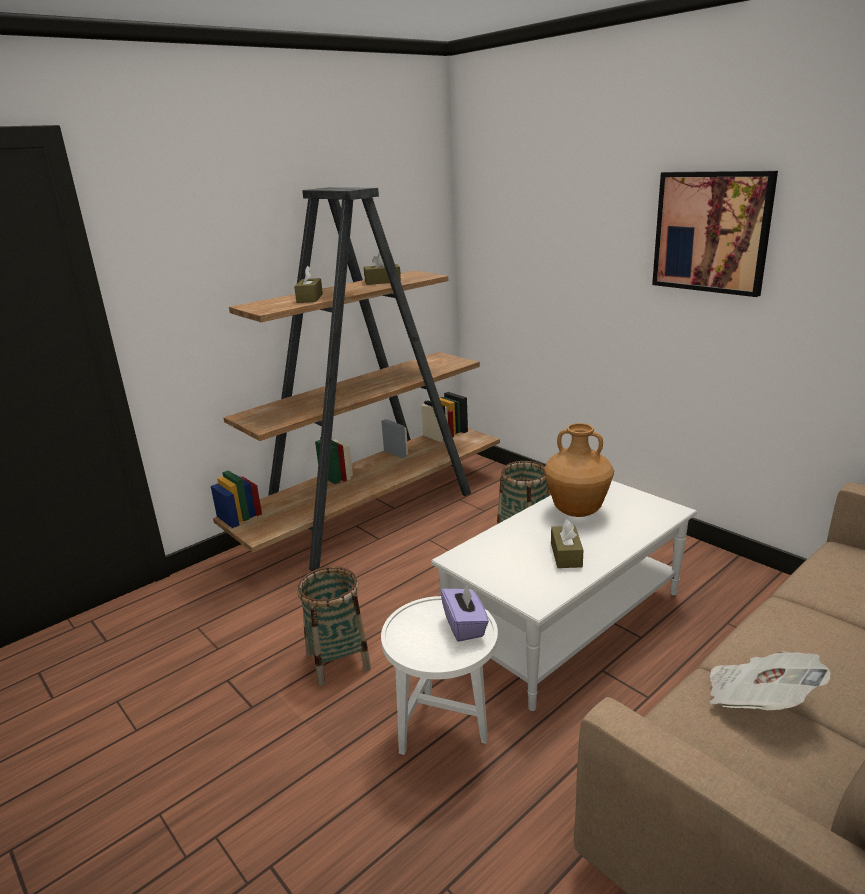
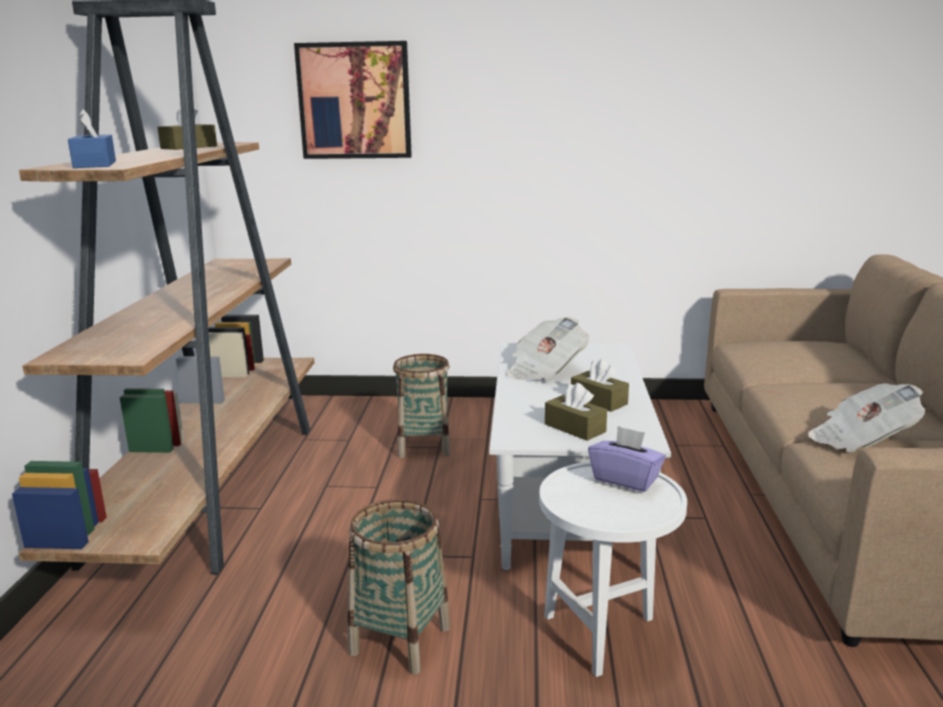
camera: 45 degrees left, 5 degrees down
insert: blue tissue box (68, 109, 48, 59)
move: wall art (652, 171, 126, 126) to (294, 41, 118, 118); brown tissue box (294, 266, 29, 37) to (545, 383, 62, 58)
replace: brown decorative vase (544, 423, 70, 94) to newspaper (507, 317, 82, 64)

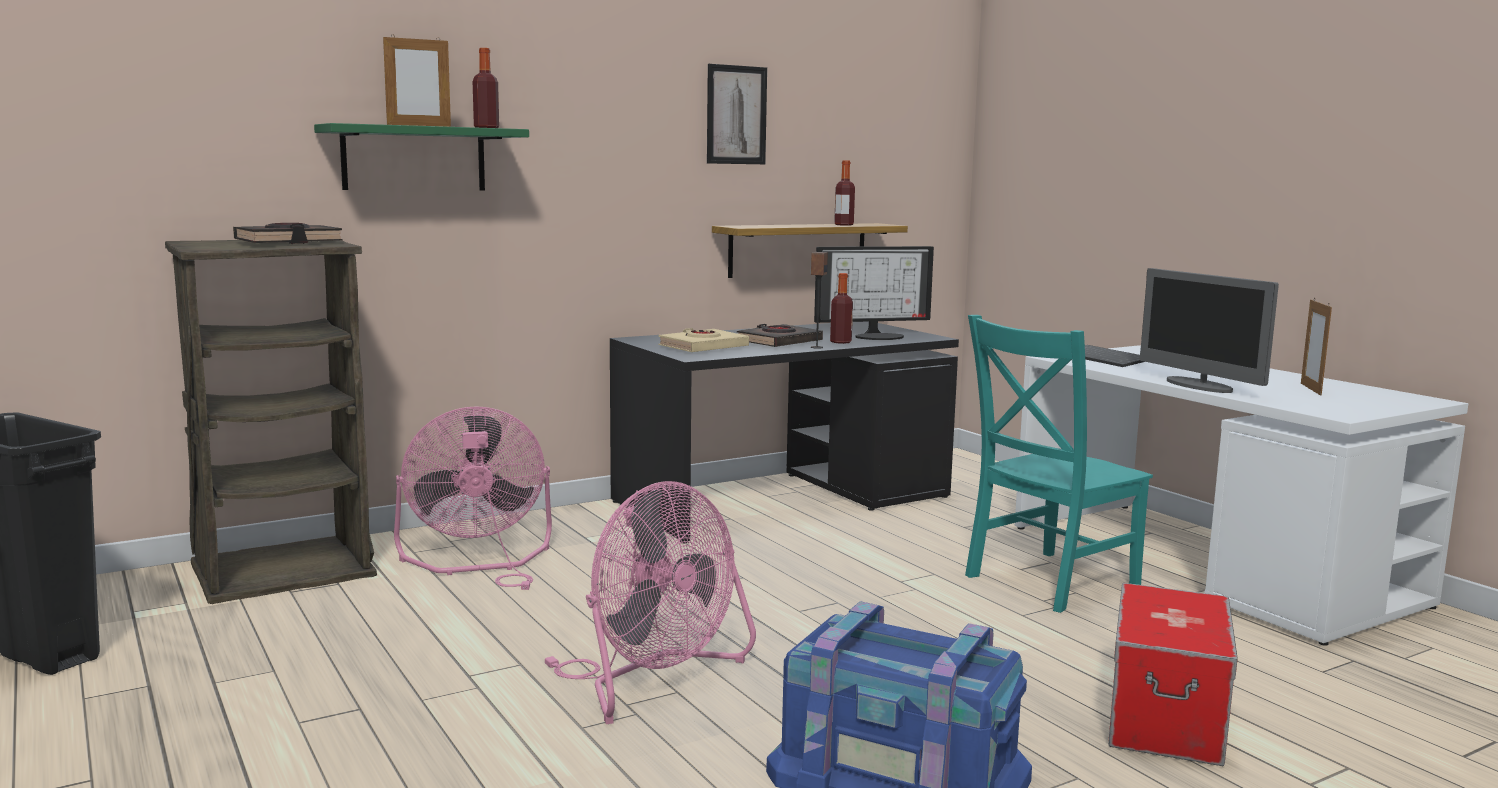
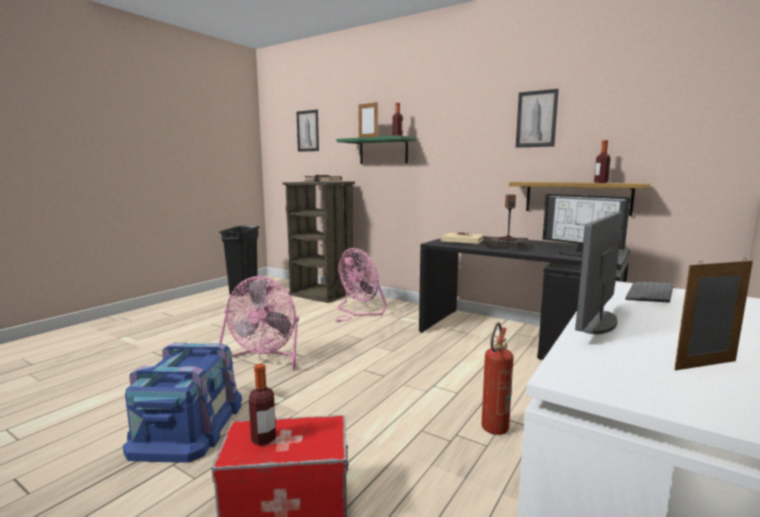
camera: 65 degrees right, 0 degrees up
insert: wall art (297, 110, 22, 42)
move: bottle (830, 273, 23, 71) to (249, 364, 27, 81)
replace: turquoise-coloured chair (965, 315, 188, 298) to extinguisher (481, 322, 33, 113)

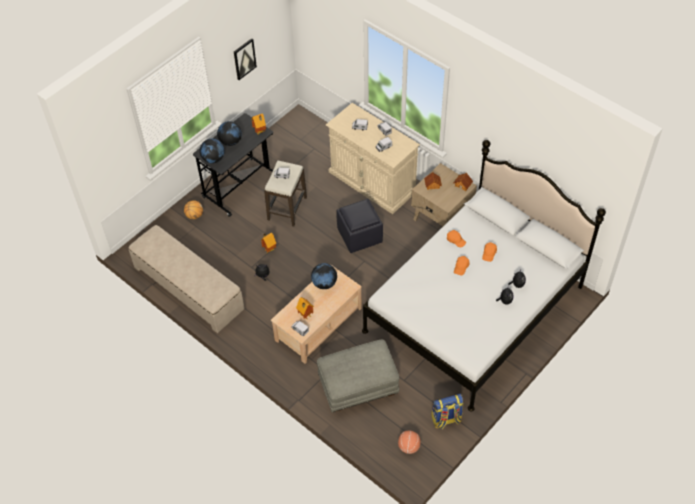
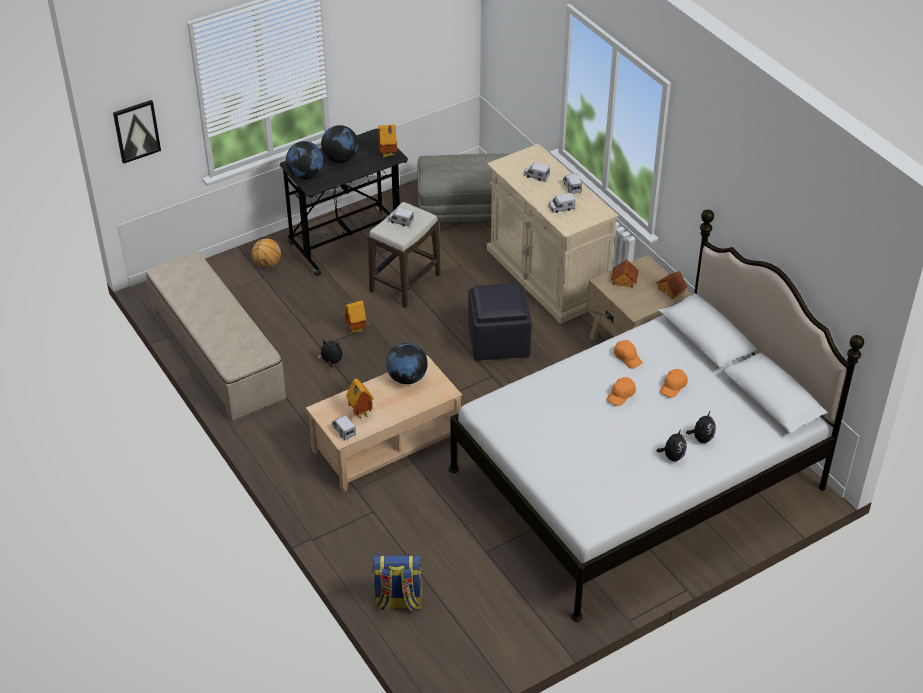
camera: 15 degrees right, 10 degrees down
delete: basketball ball (398, 431, 23, 23)
move: wall art (234, 38, 23, 42) to (113, 100, 48, 64); knapsack (431, 394, 33, 35) to (372, 555, 50, 57); greyish pouffe (317, 340, 82, 72) to (417, 154, 92, 69)

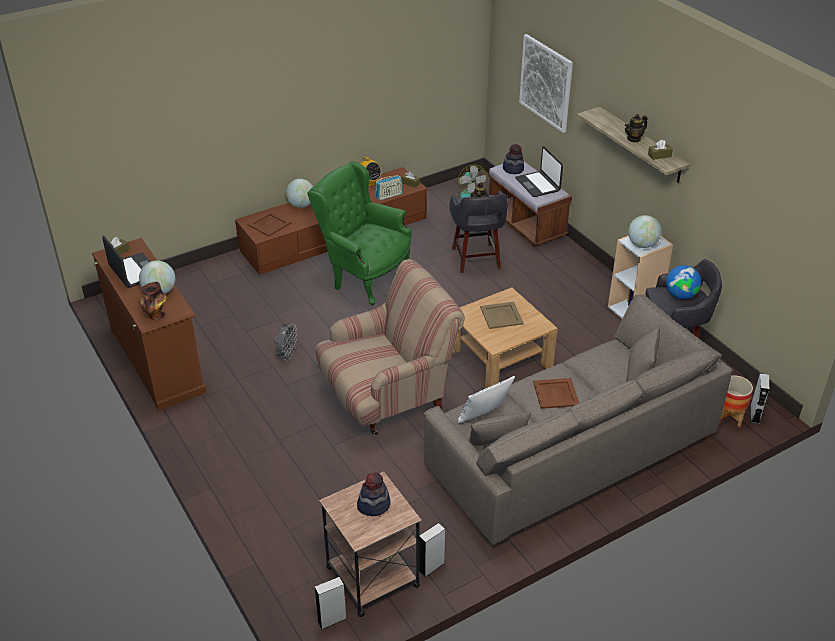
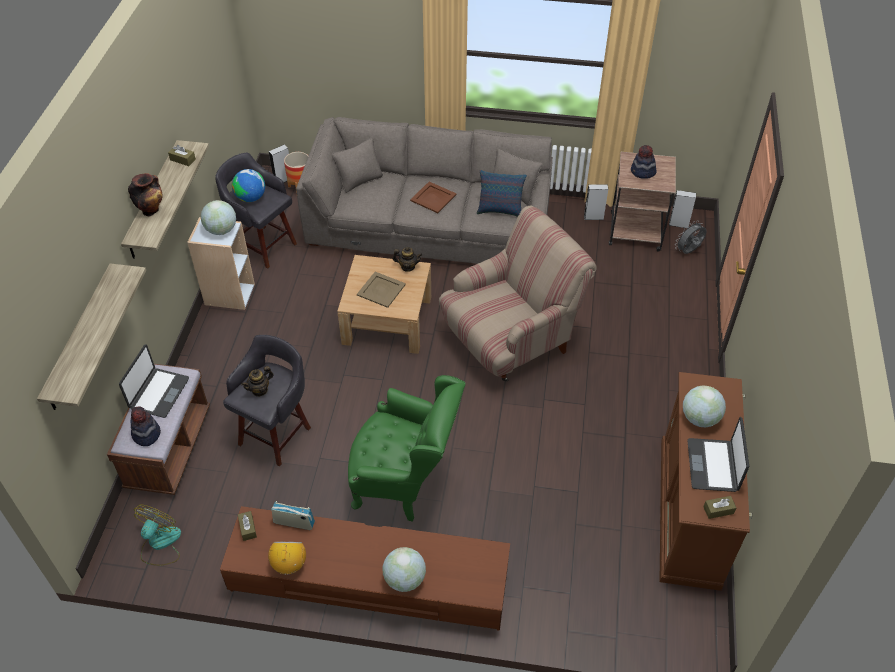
camera: 140 degrees left, 10 degrees up
delete: brown serving tray (248, 211, 43, 26)
move: decorative vase (140, 282, 27, 38) to (128, 173, 34, 43); teapot (625, 114, 23, 28) to (392, 247, 30, 25); greyish cooling fan (274, 323, 23, 38) to (675, 220, 32, 34)
replace: wall art (519, 34, 54, 99) to wall shelf (37, 263, 109, 147)
recolor: white cushion (457, 376, 58, 47) to blue cushion (477, 170, 50, 47)
rotate: green-coloured armchair (307, 162, 105, 144) = (348, 375, 118, 147) 60 degrees counterclockwise; beige armchair (315, 259, 150, 176) = (439, 205, 158, 177) 135 degrees clockwise

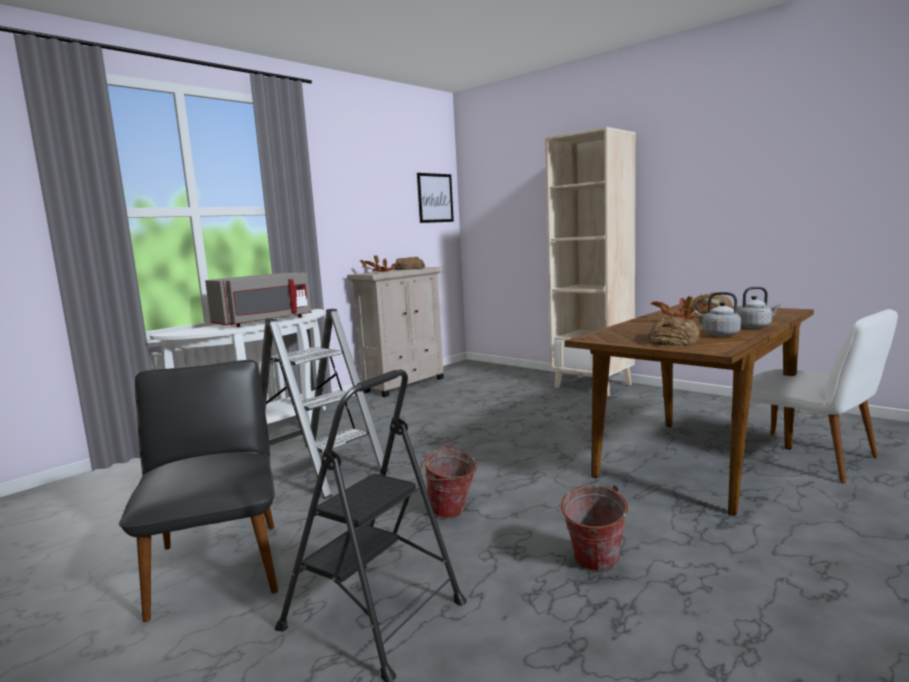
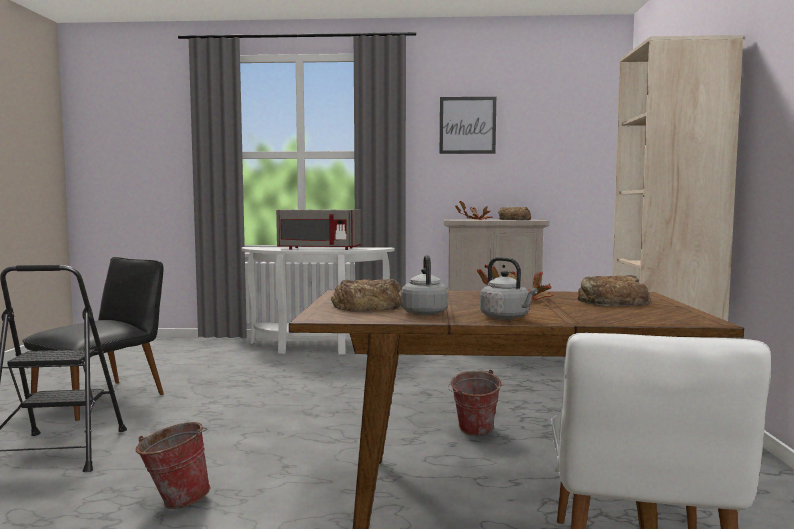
camera: 50 degrees right, 5 degrees down
delete: greyish step stool (260, 309, 129, 190)
move: wall art (417, 173, 37, 50) to (440, 97, 56, 57); bucket (420, 445, 57, 73) to (448, 370, 53, 66)

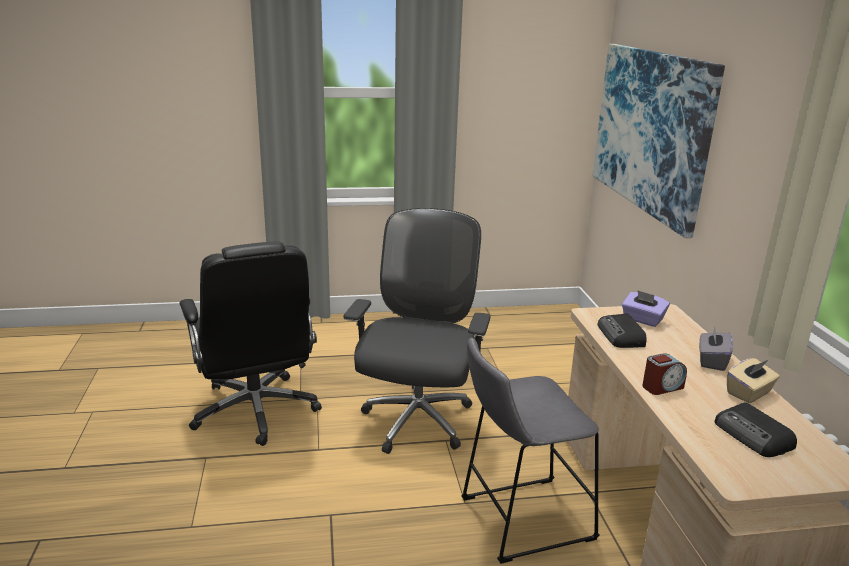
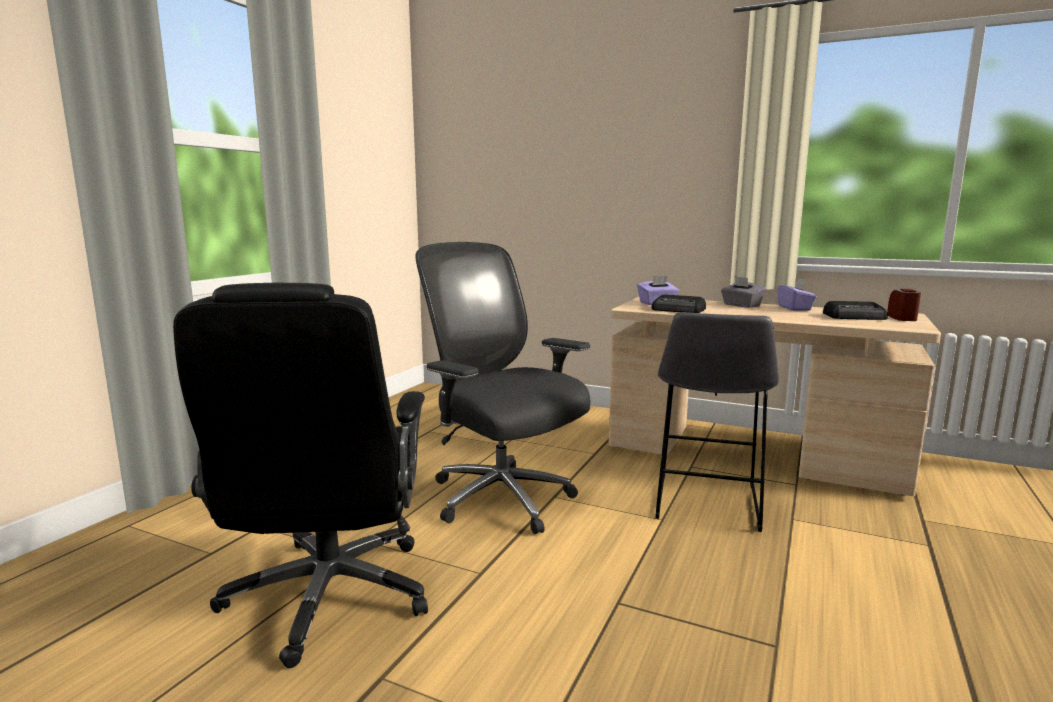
camera: 55 degrees left, 10 degrees down
delete: wall art (592, 44, 133, 194)
move: bedside clock (642, 353, 45, 42) to (887, 289, 34, 32)
recolor: beige tissue box (727, 358, 53, 45) to purple tissue box (777, 279, 40, 32)
rotate: blackish desk chair (179, 241, 143, 205) = (173, 283, 255, 385) 75 degrees clockwise

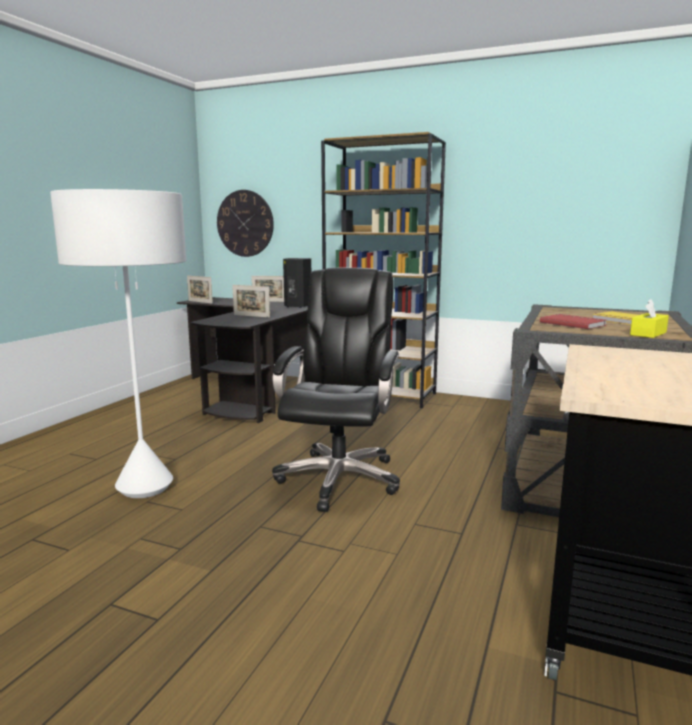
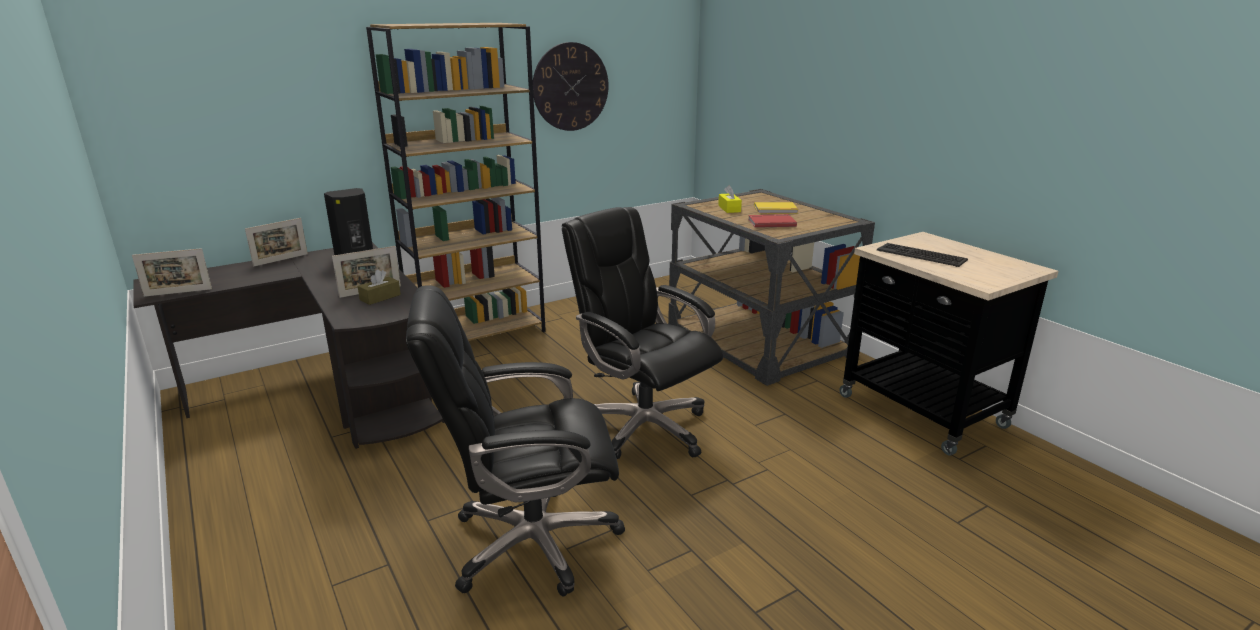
camera: 55 degrees left, 10 degrees up
insert: brown tissue box (357, 270, 44, 35); computer keyboard (877, 243, 91, 24)
move: wall clock (217, 190, 57, 67) to (533, 42, 76, 89); yellowish tissue box (630, 299, 39, 39) to (718, 185, 24, 28)
replace: white standard lamp (50, 189, 136, 309) to blackish desk chair (406, 285, 219, 312)

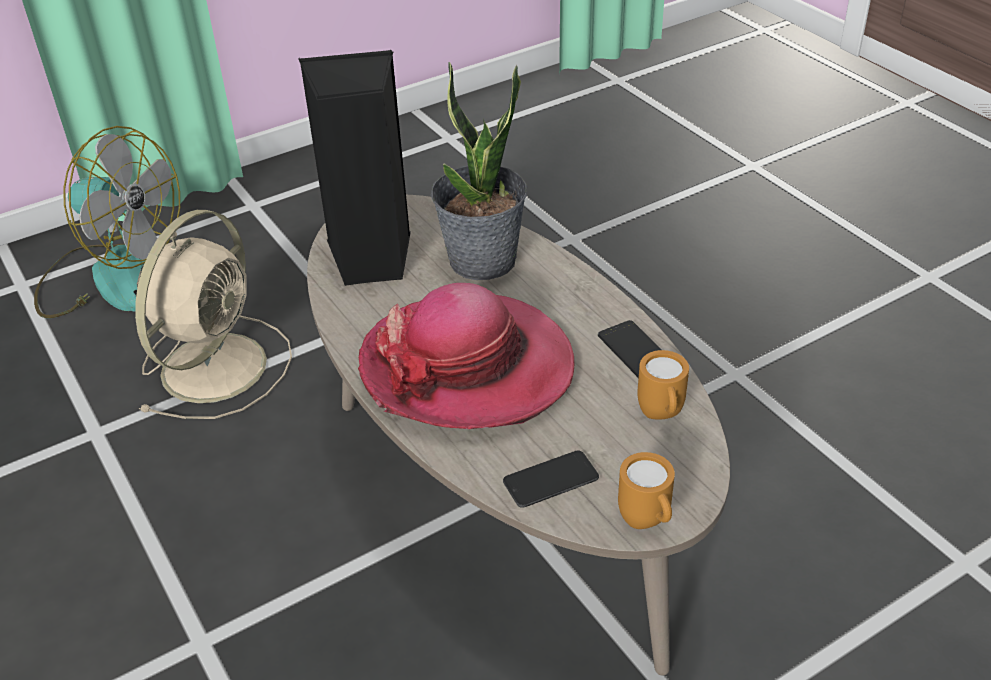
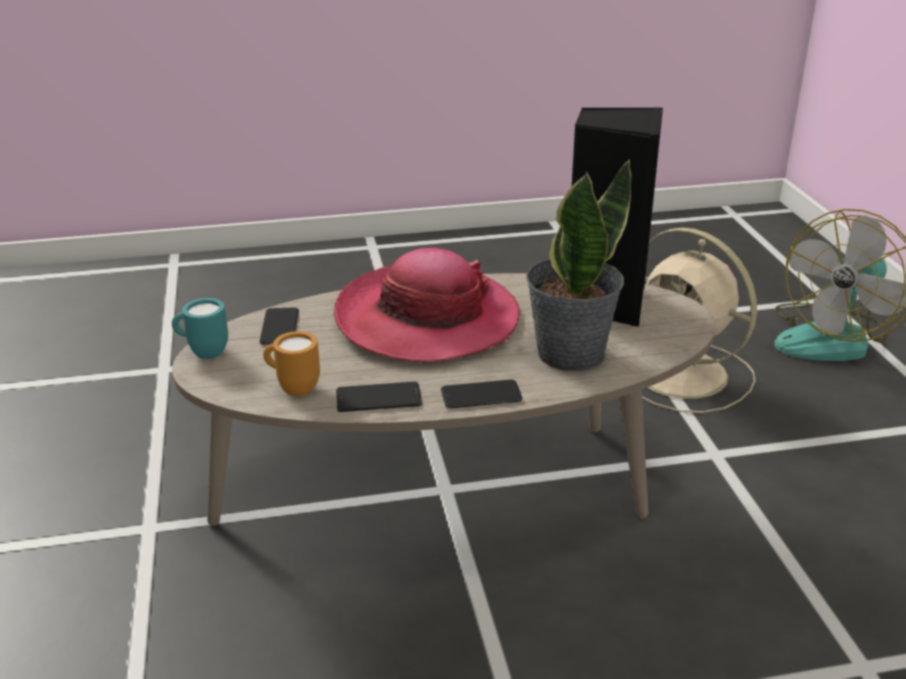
camera: 110 degrees right, 10 degrees down
insert: phone (441, 380, 81, 28)
recolor: orange tea mug (618, 452, 57, 77) to turquoise-coloured tea mug (172, 298, 56, 61)

